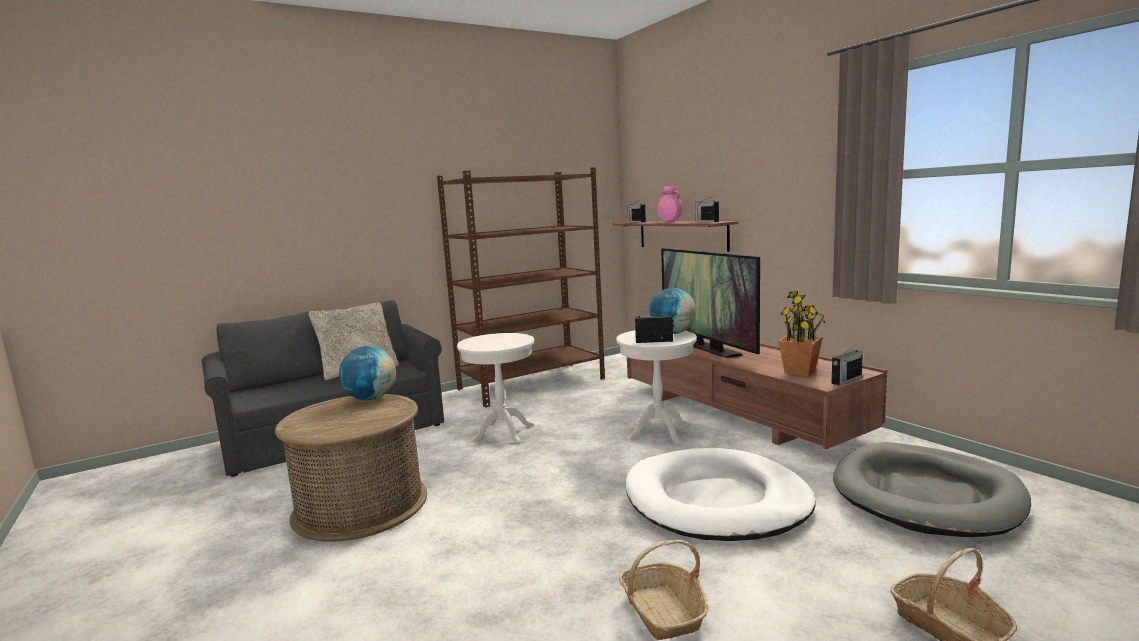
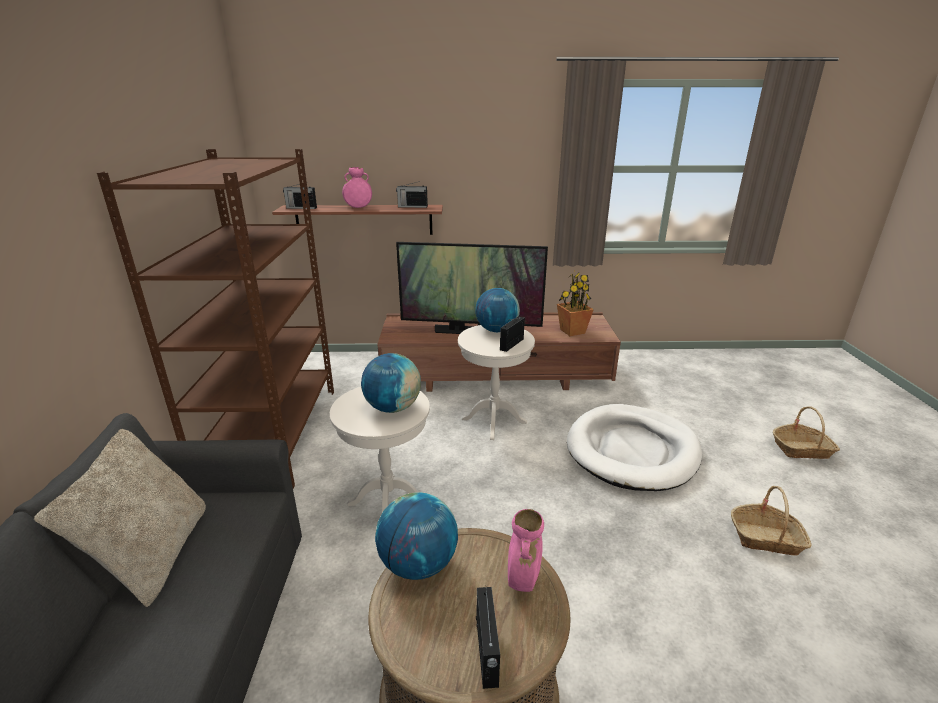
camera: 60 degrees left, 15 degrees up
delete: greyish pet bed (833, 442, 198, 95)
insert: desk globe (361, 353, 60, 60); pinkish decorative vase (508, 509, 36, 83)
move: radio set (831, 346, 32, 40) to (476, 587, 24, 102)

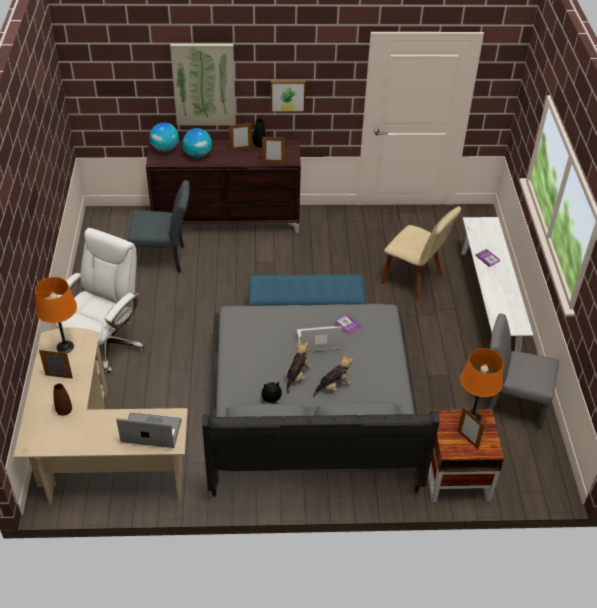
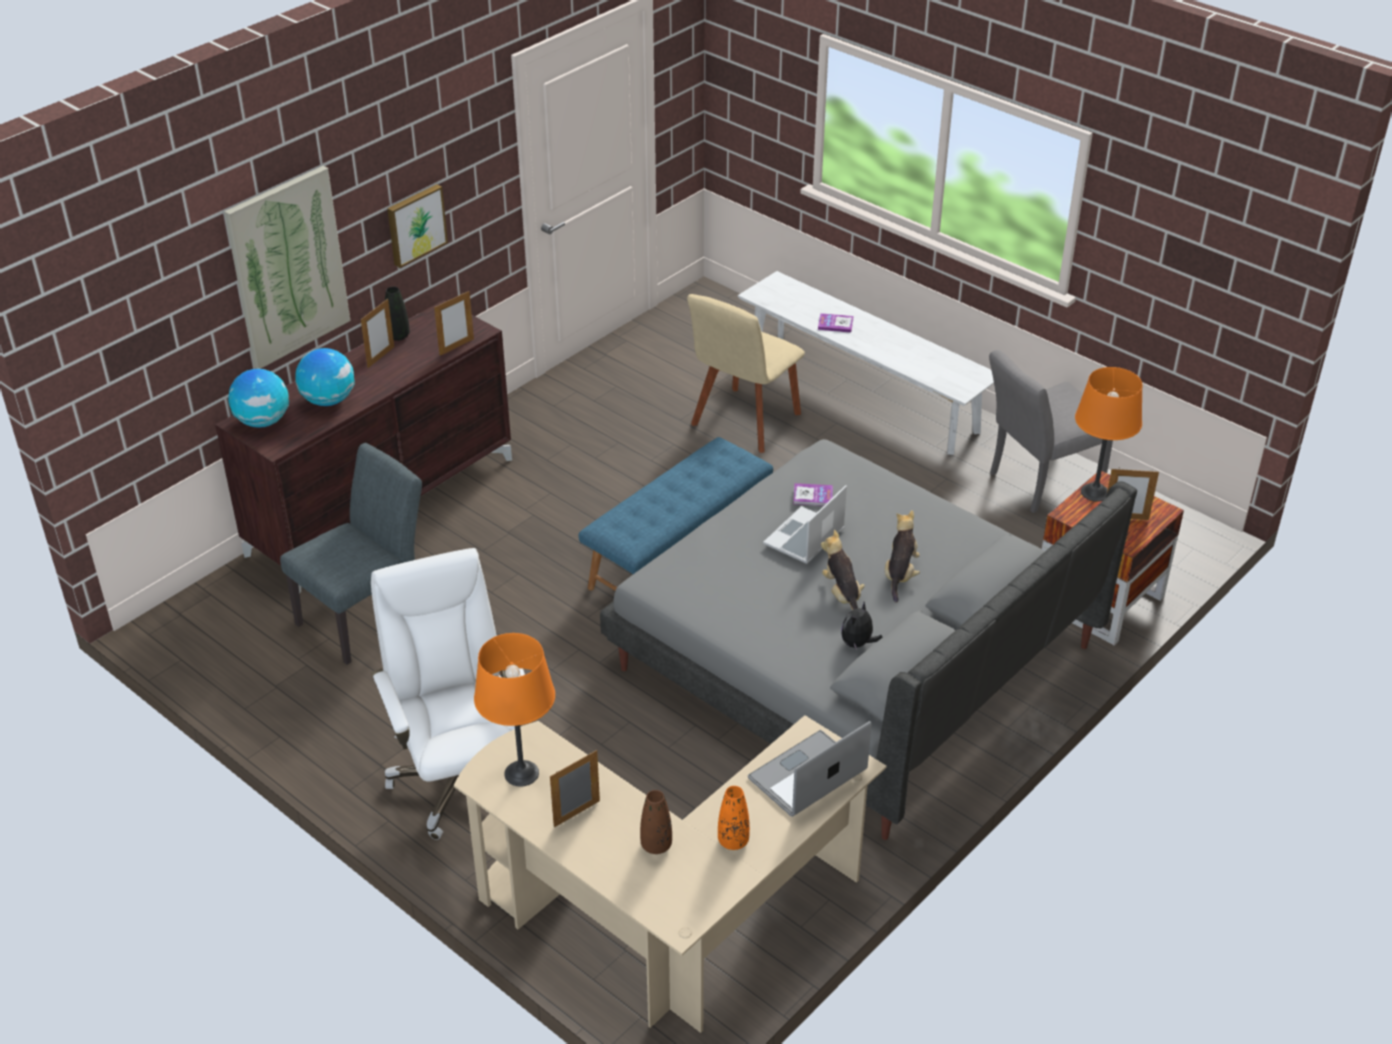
camera: 45 degrees left, 5 degrees down
insert: orange decorative vase (718, 786, 32, 64)
rotate: beige chair (381, 206, 80, 96) = (687, 294, 118, 159) 135 degrees clockwise

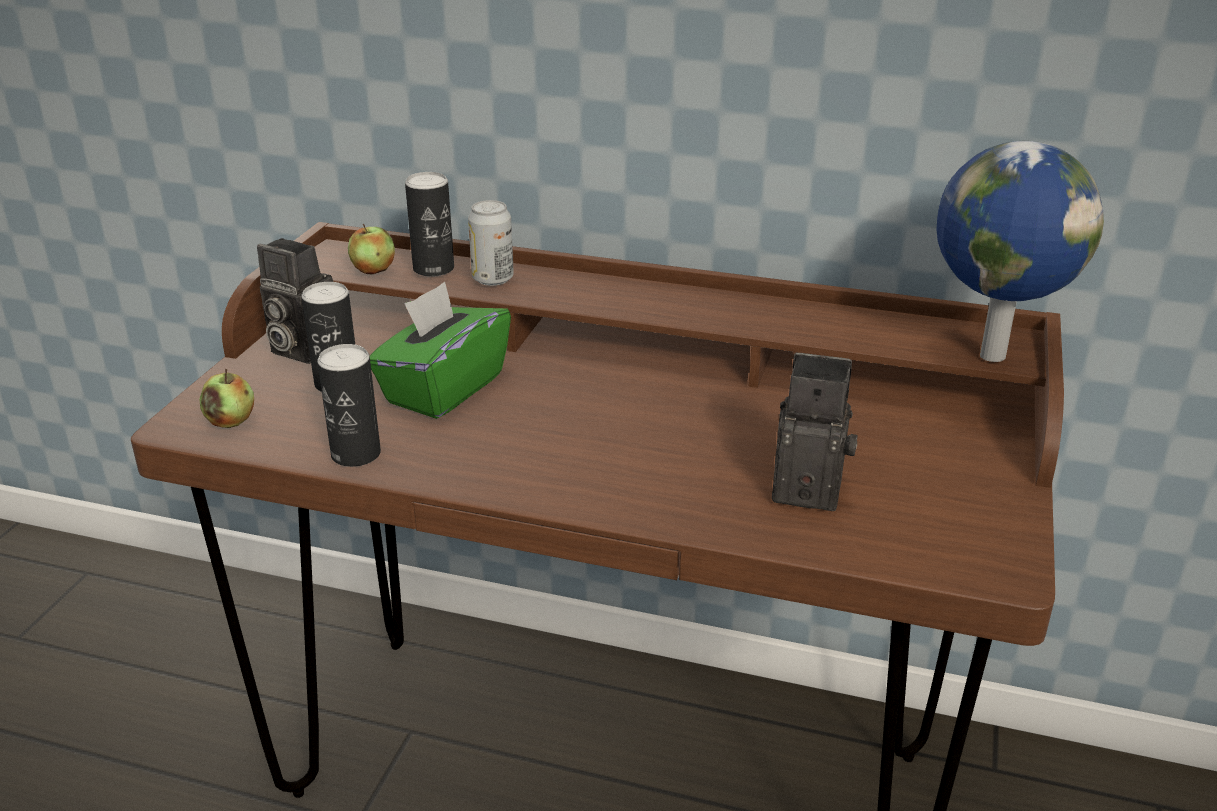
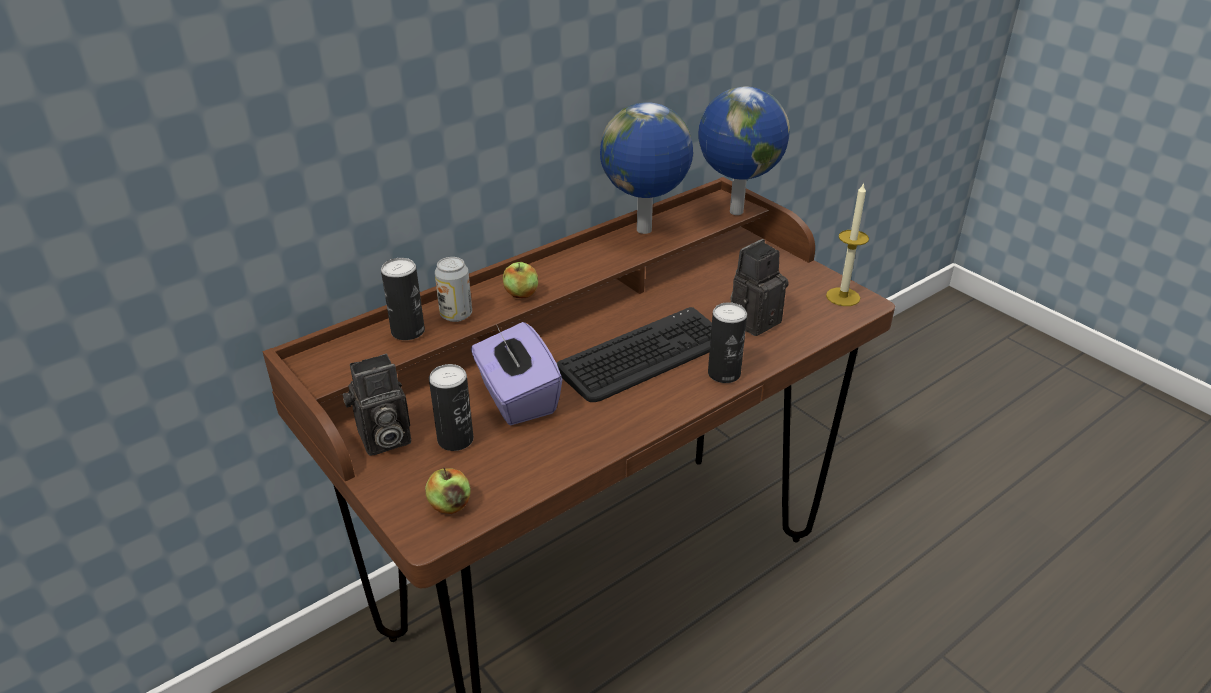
camera: 55 degrees left, 5 degrees up
insert: computer keyboard (557, 307, 155, 95); desk globe (600, 102, 93, 132); candle (826, 182, 43, 124)
move: apple (348, 224, 47, 50) to (503, 262, 35, 36); sealed can (317, 344, 64, 123) to (708, 302, 39, 81)
recolor: green-coloured tissue box (370, 282, 141, 137) to purple tissue box (471, 322, 92, 103)

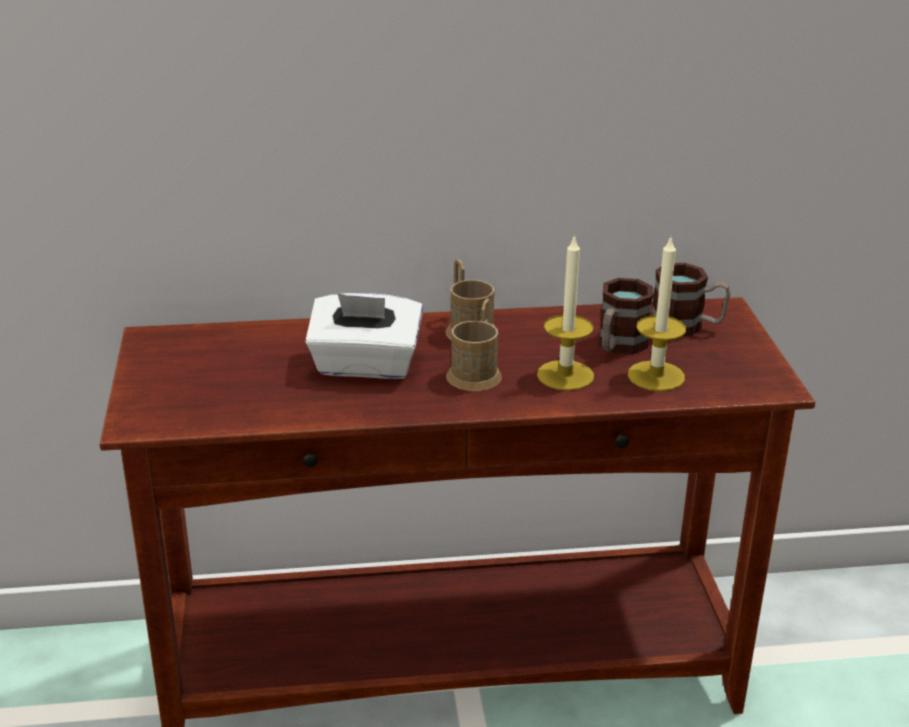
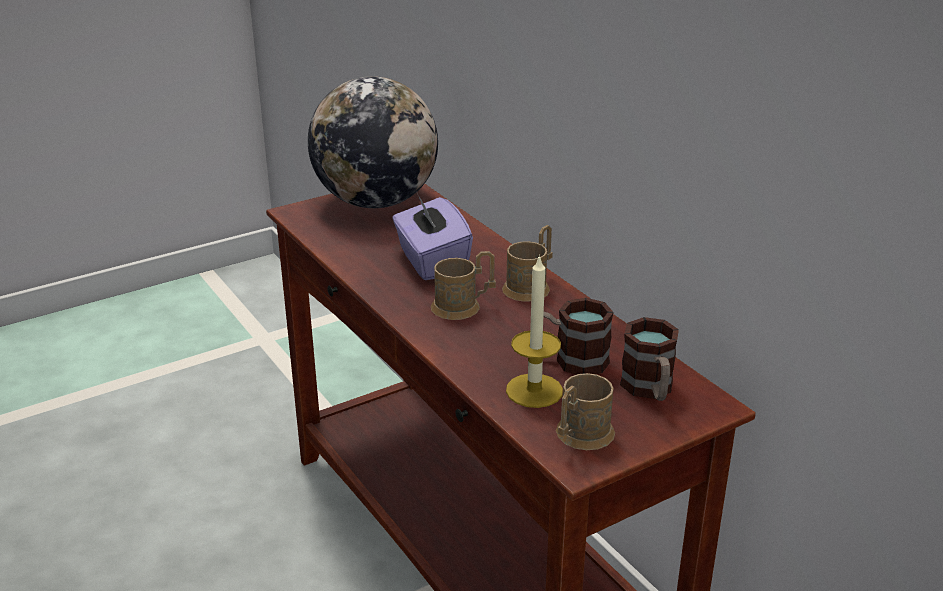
camera: 65 degrees right, 0 degrees up
delete: candle (537, 234, 57, 157)
insert: desk globe (308, 76, 130, 132); brown tea mug (556, 373, 59, 77)
recolor: white tissue box (305, 293, 118, 86) to purple tissue box (392, 191, 81, 89)

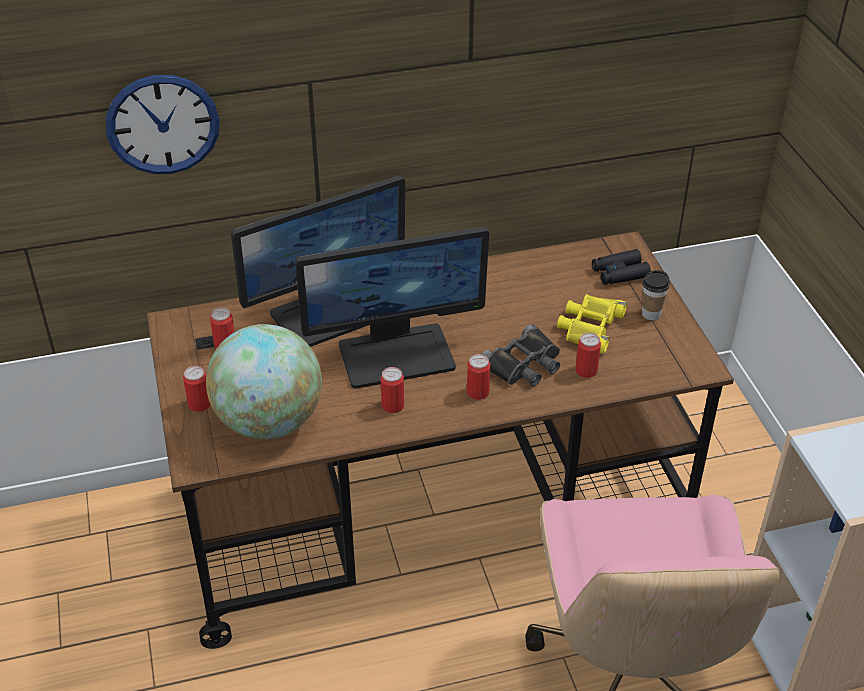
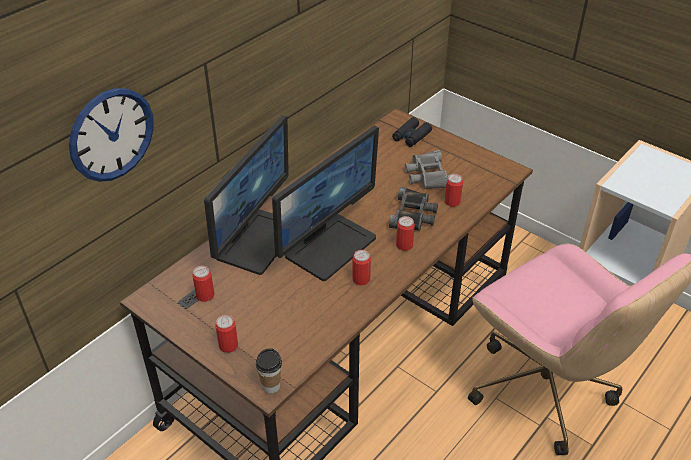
camera: 35 degrees left, 0 degrees up
delete: desk globe (206, 324, 116, 115)
move: drinking cup (642, 270, 28, 50) to (256, 349, 26, 45)
recolor: yellowish field glasses (557, 294, 70, 60) to greyish field glasses (405, 150, 44, 39)

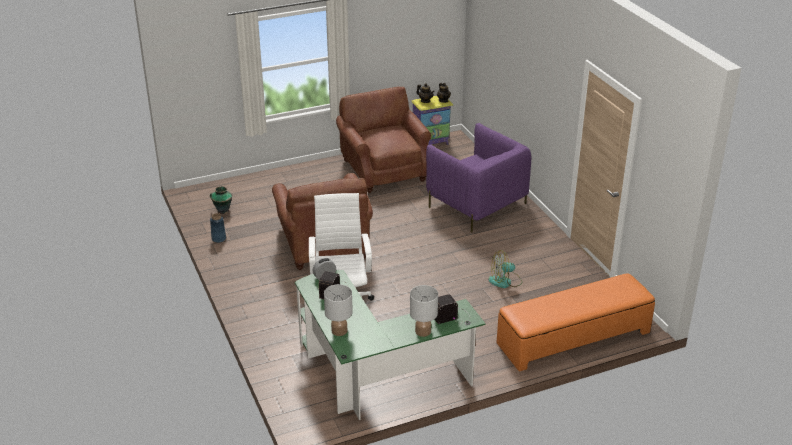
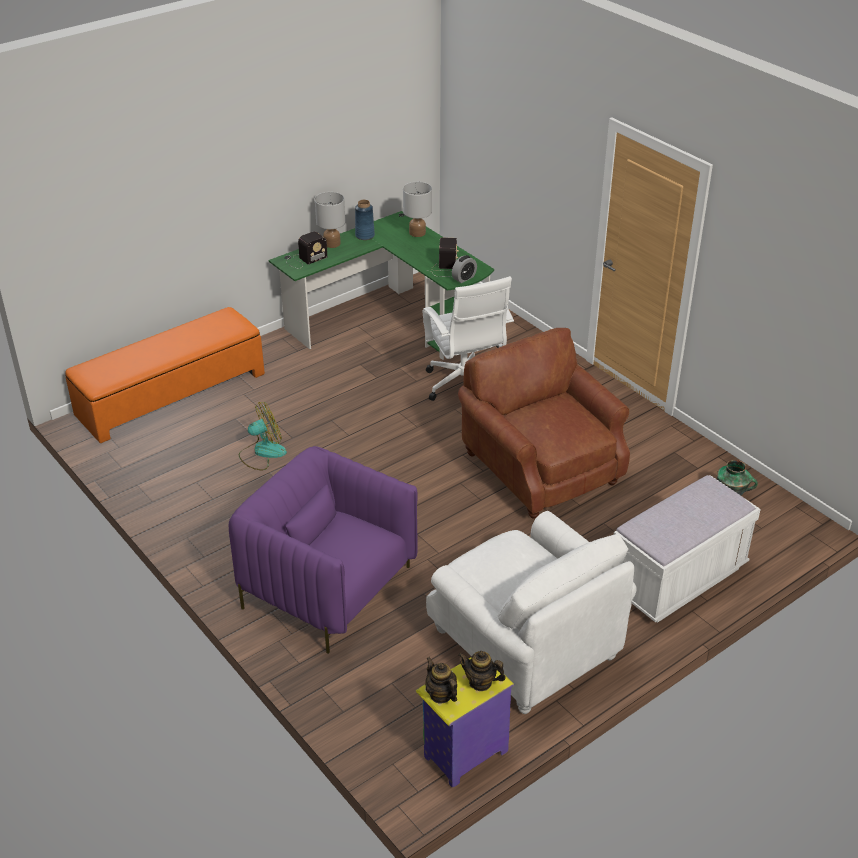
camera: 165 degrees right, 5 degrees up
insert: white long seat (614, 475, 147, 148)
move: blue decorative vase (210, 213, 16, 30) to (355, 200, 20, 40)
recolor: brown armchair (336, 87, 95, 106) to white armchair (426, 511, 211, 203)

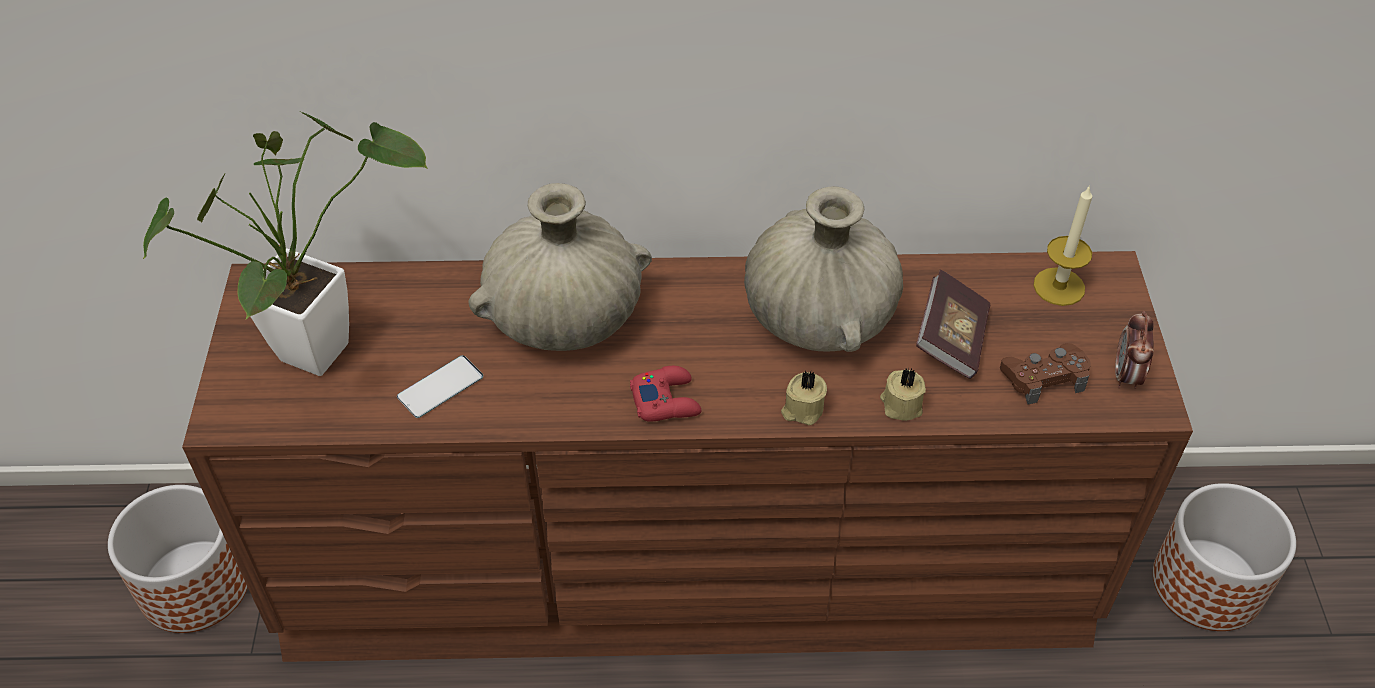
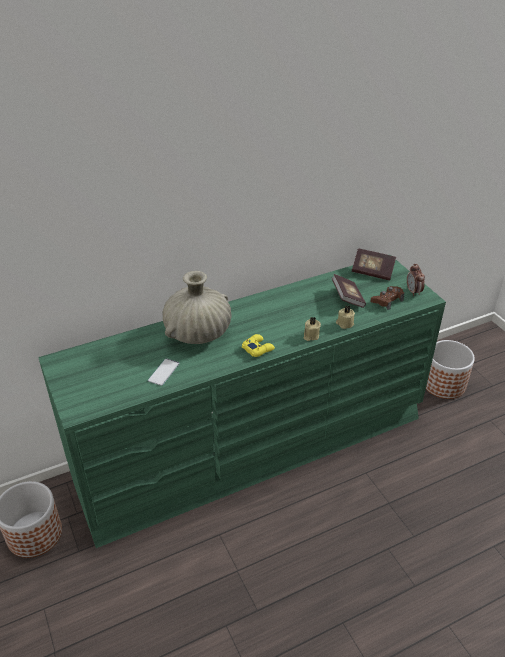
camera: 25 degrees left, 10 degrees down
delete: houseplant (143, 111, 285, 265); beige decorative vase (744, 186, 159, 166)
replace: candle (1033, 185, 59, 121) to book (352, 248, 44, 33)
recolor: brown chest of drawers (182, 251, 1011, 411) to green-coloured chest of drawers (38, 255, 408, 293); reddish gamepad (630, 366, 71, 56) to yellowish gamepad (242, 334, 33, 23)

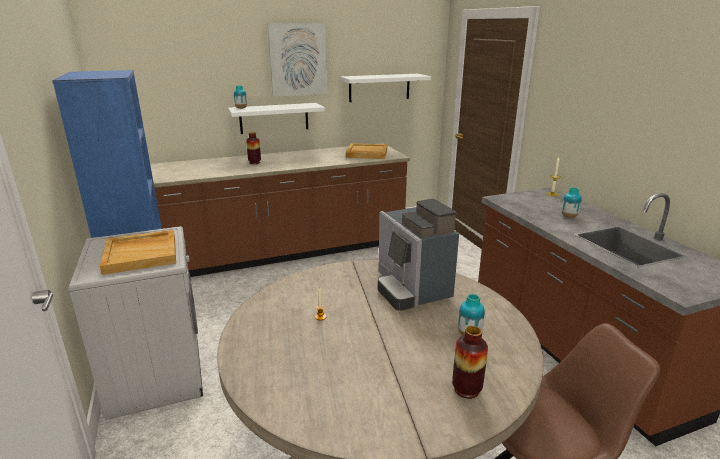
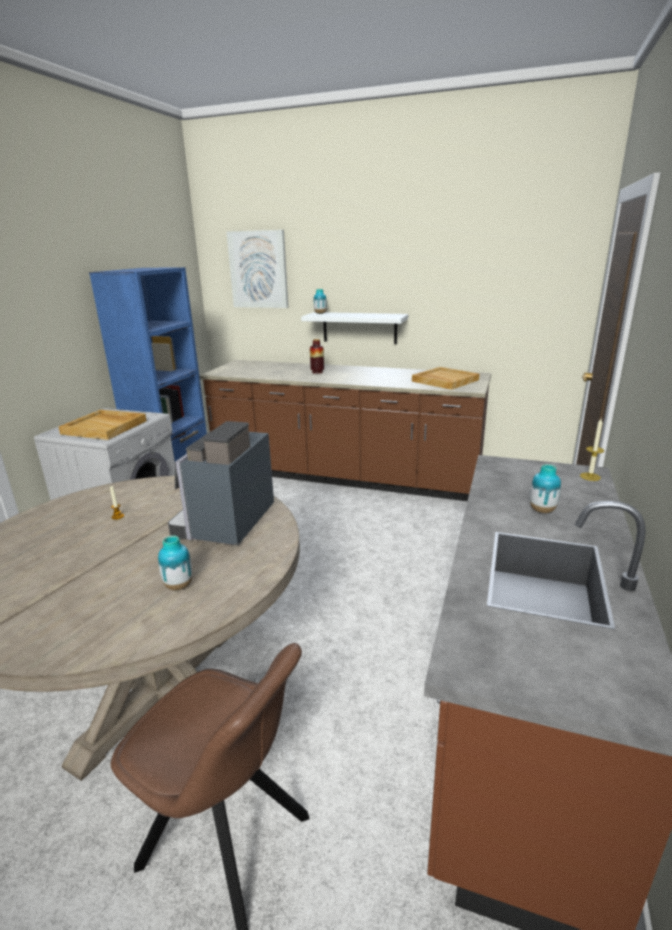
camera: 40 degrees right, 0 degrees up
delete: white wall shelf (340, 74, 91, 28); decorative vase (452, 326, 36, 73)
move: wall art (267, 23, 61, 74) to (227, 230, 61, 78)

